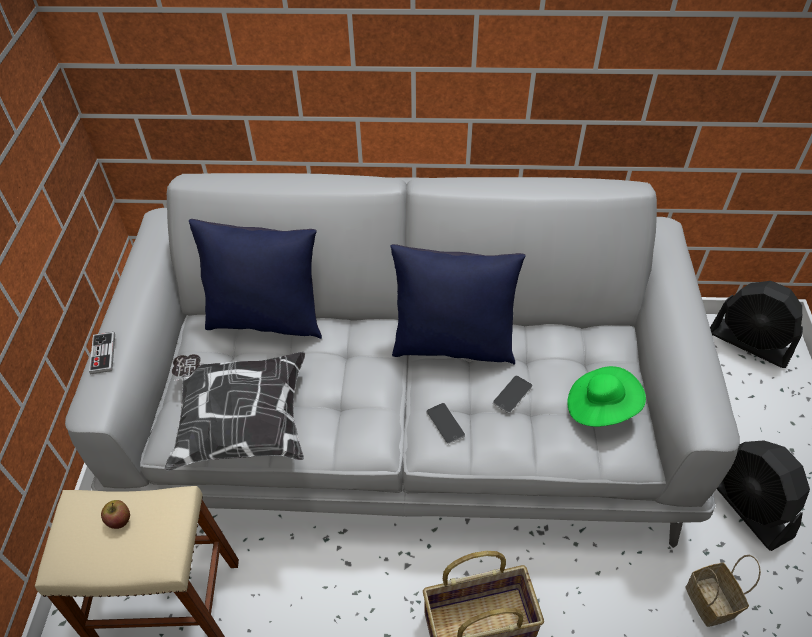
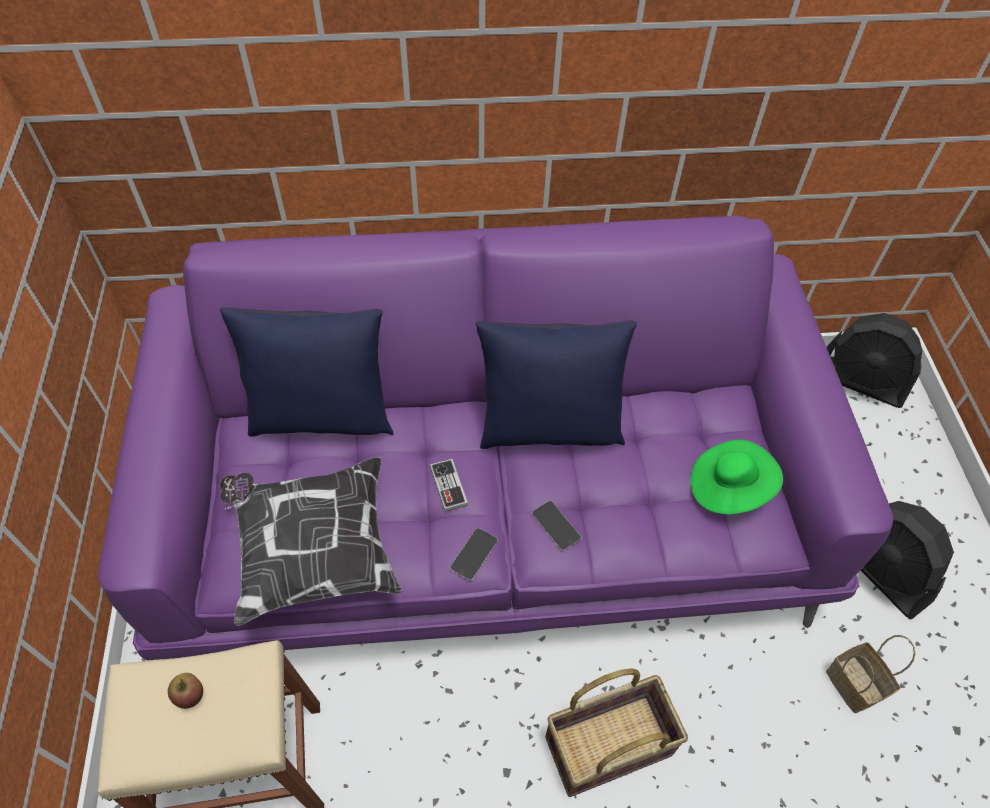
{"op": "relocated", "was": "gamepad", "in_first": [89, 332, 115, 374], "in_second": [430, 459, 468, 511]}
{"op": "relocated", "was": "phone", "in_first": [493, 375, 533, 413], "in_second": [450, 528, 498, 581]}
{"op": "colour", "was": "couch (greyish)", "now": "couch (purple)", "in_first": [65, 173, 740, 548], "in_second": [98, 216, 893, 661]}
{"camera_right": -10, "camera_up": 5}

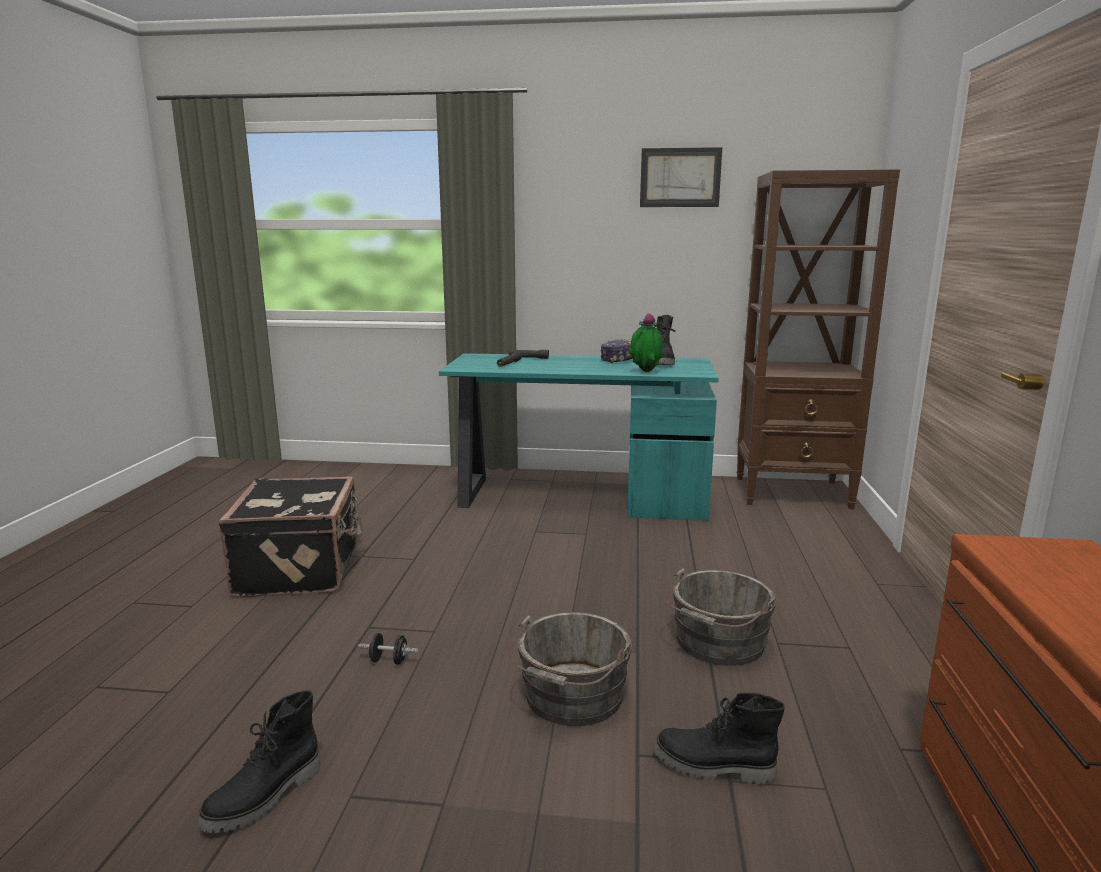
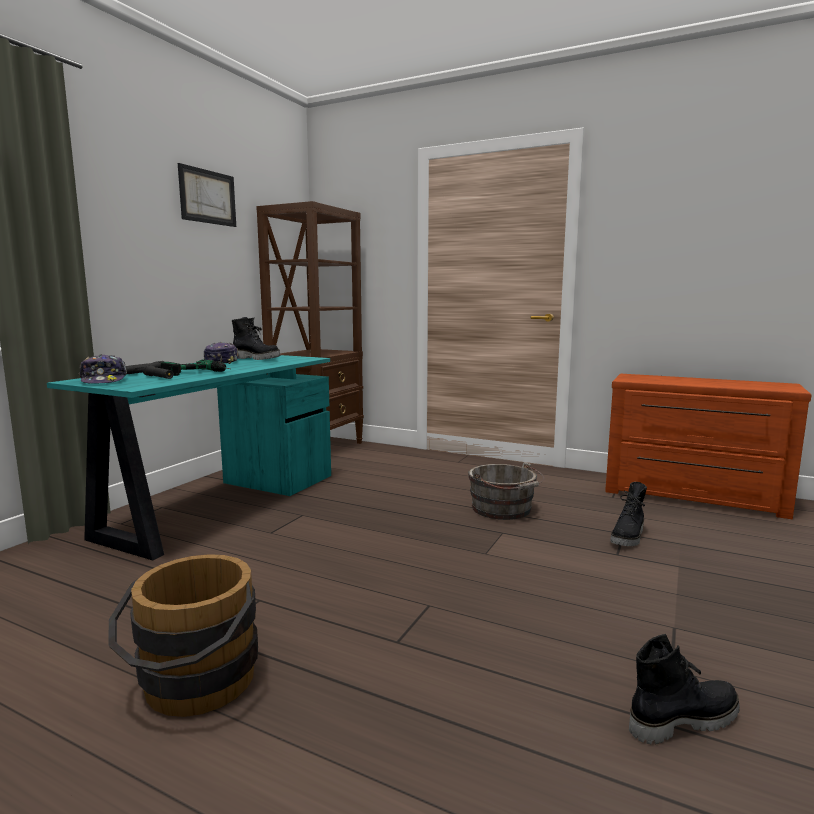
{"op": "missing", "was": "free weight (blackish)", "in_first": [358, 633, 419, 665]}
{"op": "missing", "was": "pail (greyish)", "in_first": [508, 612, 632, 726]}
{"op": "missing", "was": "houseplant", "in_first": [628, 313, 663, 372]}
{"op": "appeared", "now": "baseball cap", "in_second": [79, 354, 127, 384]}
{"op": "appeared", "now": "power drill", "in_second": [161, 359, 230, 376]}
{"op": "exchanged", "was": "suitcase (blackish)", "now": "pail (brown-coloured)", "in_first": [218, 476, 363, 597], "in_second": [108, 554, 258, 717]}
{"op": "spun", "was": "tall boot (blackish)", "in_first": [198, 690, 320, 833], "in_second": [629, 634, 740, 744], "clockwise": -75}
{"camera_right": -70, "camera_up": -5}

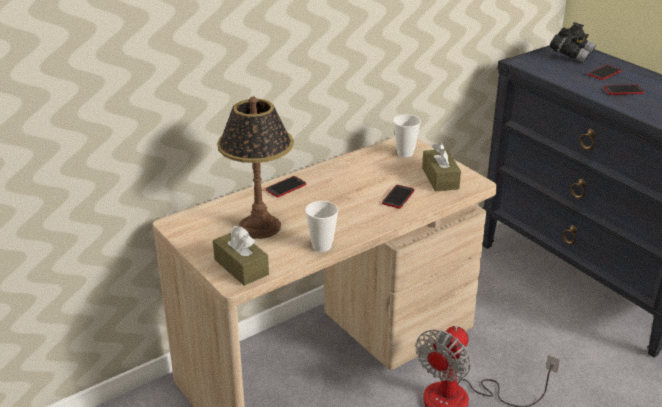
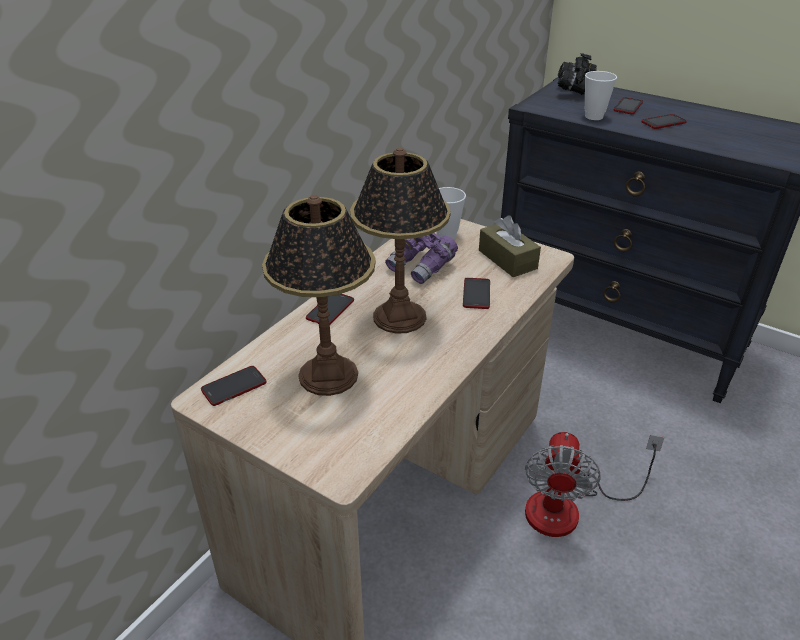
{"op": "missing", "was": "tissue holder (brown-coloured)", "in_first": [213, 226, 269, 286]}
{"op": "appeared", "now": "phone", "in_second": [201, 366, 267, 406]}
{"op": "appeared", "now": "tabletop lamp", "in_second": [350, 148, 451, 334]}
{"op": "appeared", "now": "pair of binoculars (purple)", "in_second": [385, 233, 458, 284]}
{"op": "relocated", "was": "small cup", "in_first": [305, 201, 339, 252], "in_second": [585, 71, 617, 120]}
{"camera_right": -20, "camera_up": 5}

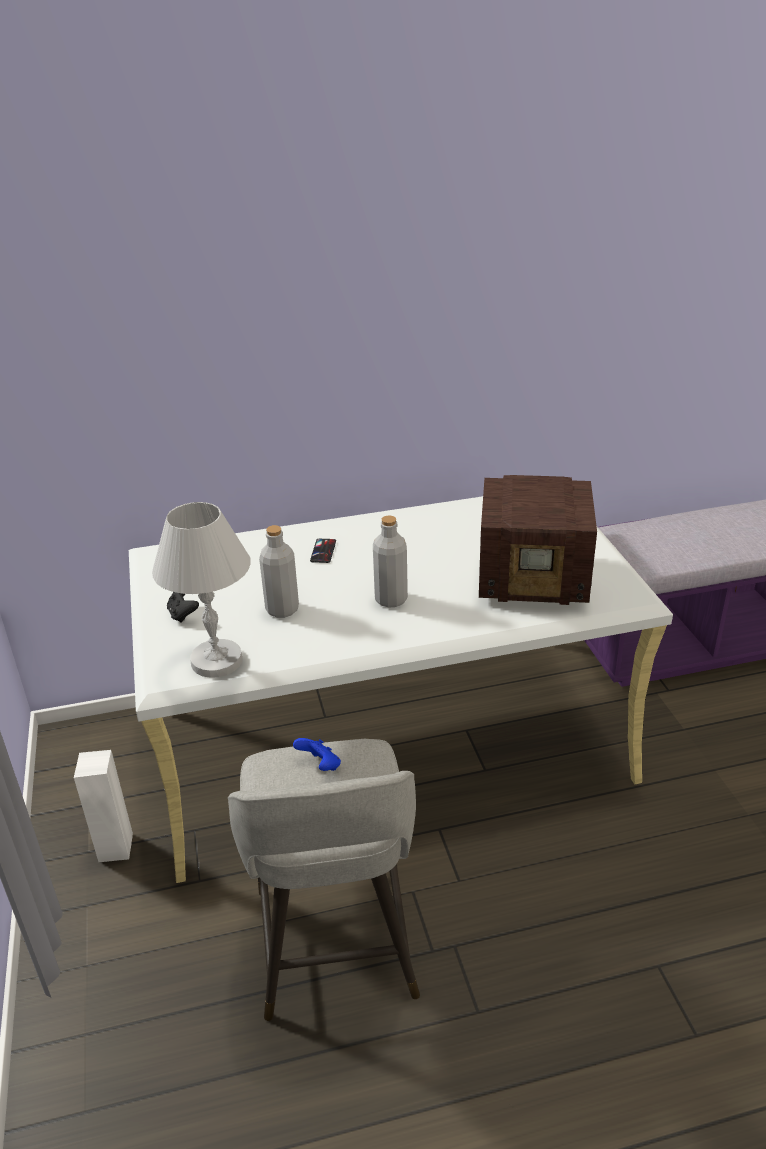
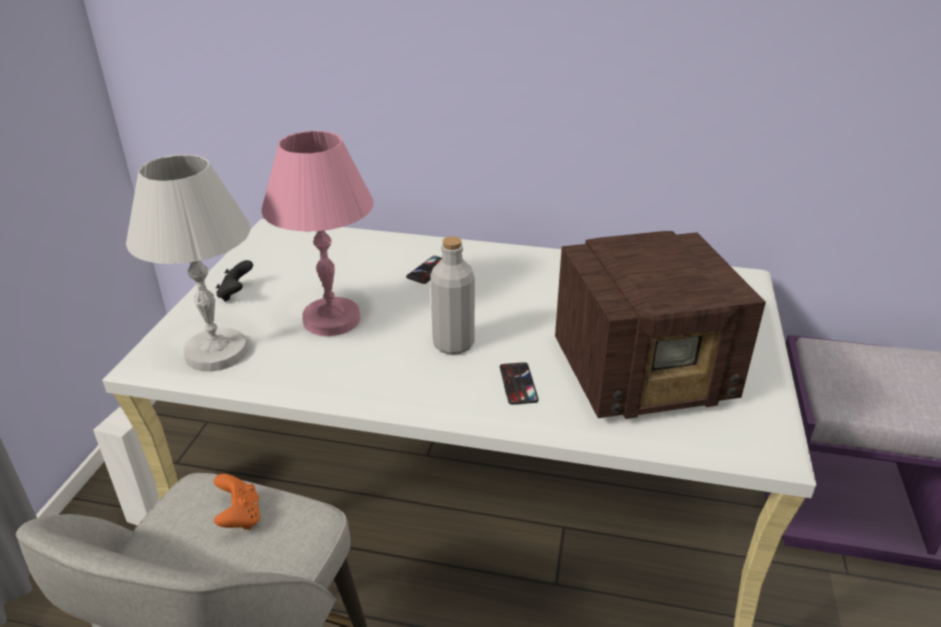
{"op": "appeared", "now": "phone", "in_second": [500, 362, 539, 405]}
{"op": "exchanged", "was": "drink bottle (greyish)", "now": "tabletop lamp (pink)", "in_first": [259, 525, 299, 618], "in_second": [261, 131, 374, 336]}
{"op": "colour", "was": "gamepad (blue-coloured)", "now": "gamepad (orangey)", "in_first": [293, 738, 341, 771], "in_second": [214, 474, 260, 530]}
{"op": "spun", "was": "radio", "in_first": [479, 475, 597, 605], "in_second": [555, 231, 766, 419], "clockwise": -45}
{"camera_right": 25, "camera_up": 0}

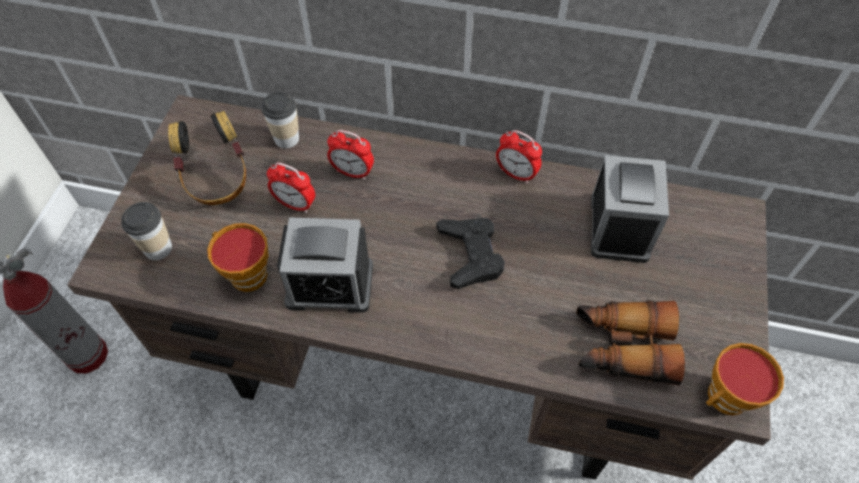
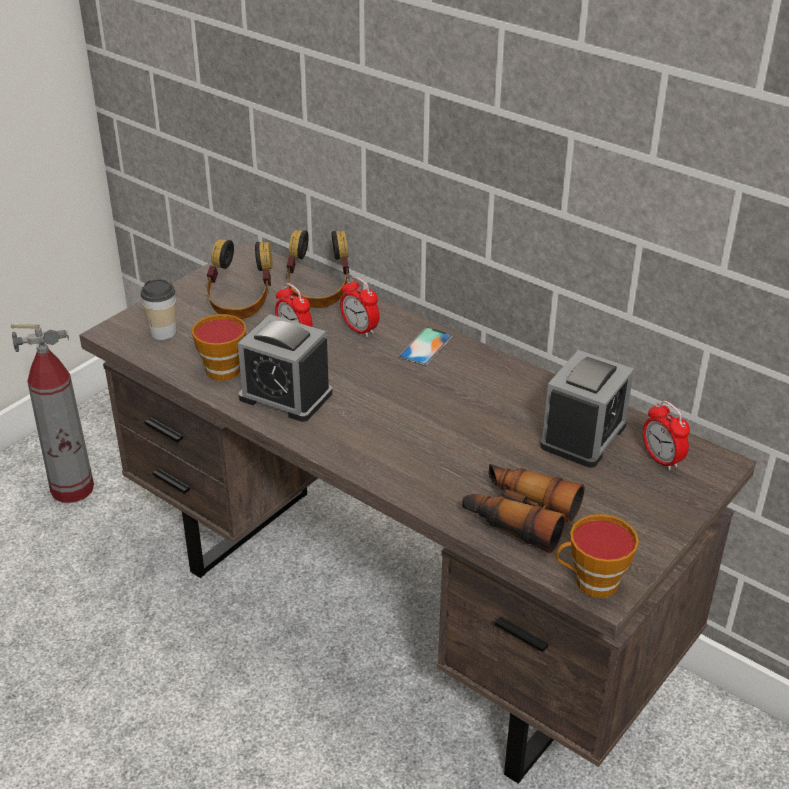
{"op": "missing", "was": "gamepad (blackish)", "in_first": [436, 218, 505, 289]}
{"op": "appeared", "now": "phone", "in_second": [399, 327, 453, 365]}
{"op": "relocated", "was": "bedside clock", "in_first": [496, 130, 542, 183], "in_second": [643, 401, 690, 471]}
{"op": "exchanged", "was": "small cup", "now": "headset", "in_first": [261, 92, 299, 148], "in_second": [286, 230, 349, 308]}
{"camera_right": 25, "camera_up": -20}

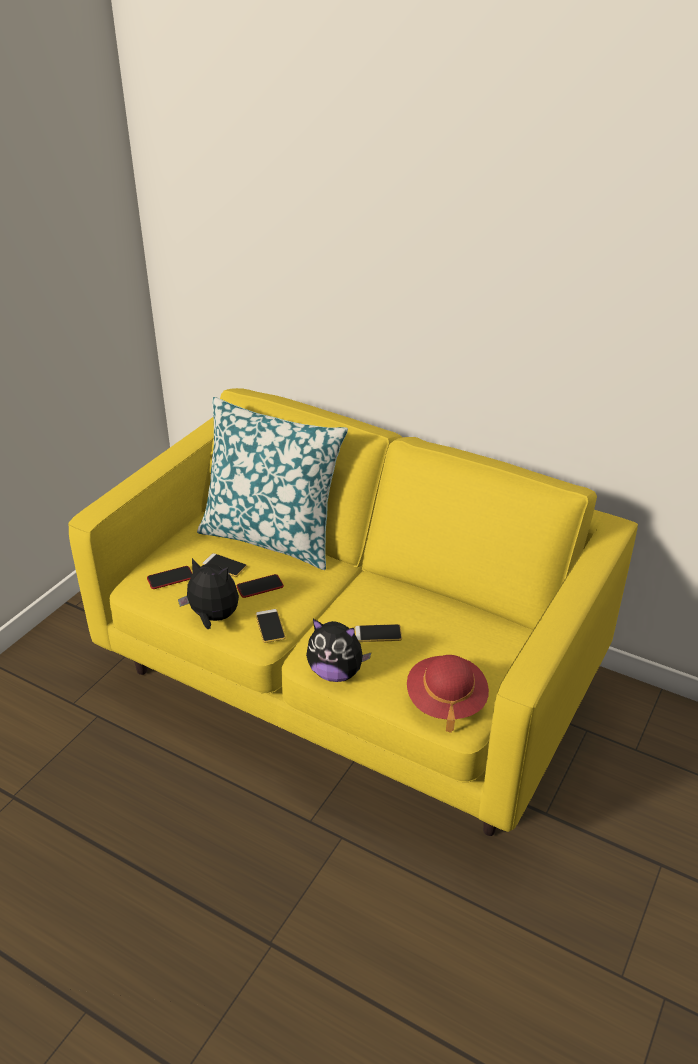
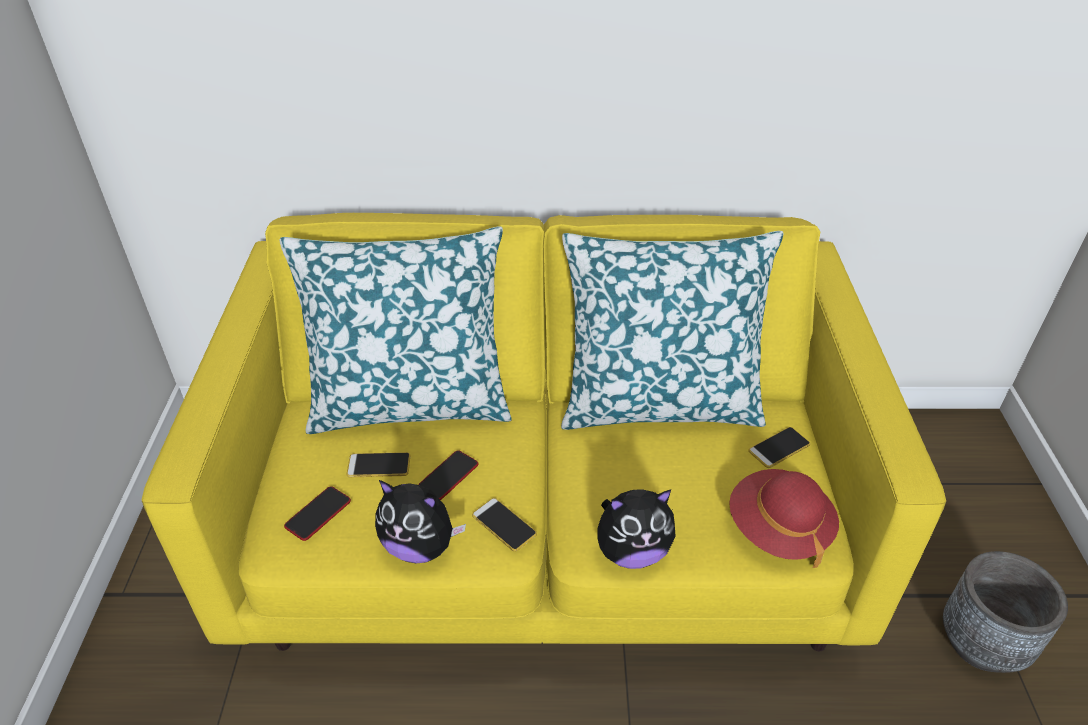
{"op": "appeared", "now": "cushion", "in_second": [561, 231, 784, 430]}
{"op": "appeared", "now": "flower pot (greyish)", "in_second": [943, 551, 1068, 673]}
{"op": "relocated", "was": "phone", "in_first": [354, 624, 402, 642], "in_second": [748, 427, 810, 468]}
{"op": "spun", "was": "soft toy", "in_first": [178, 558, 239, 629], "in_second": [375, 480, 466, 563], "clockwise": -150}
{"camera_right": -30, "camera_up": 5}

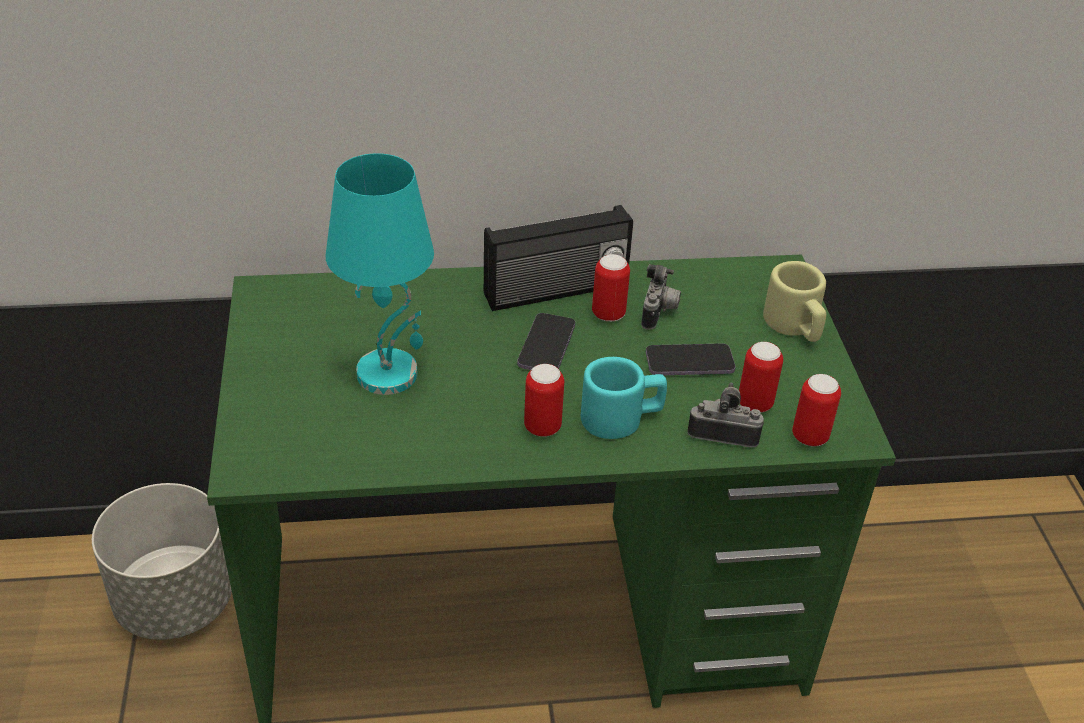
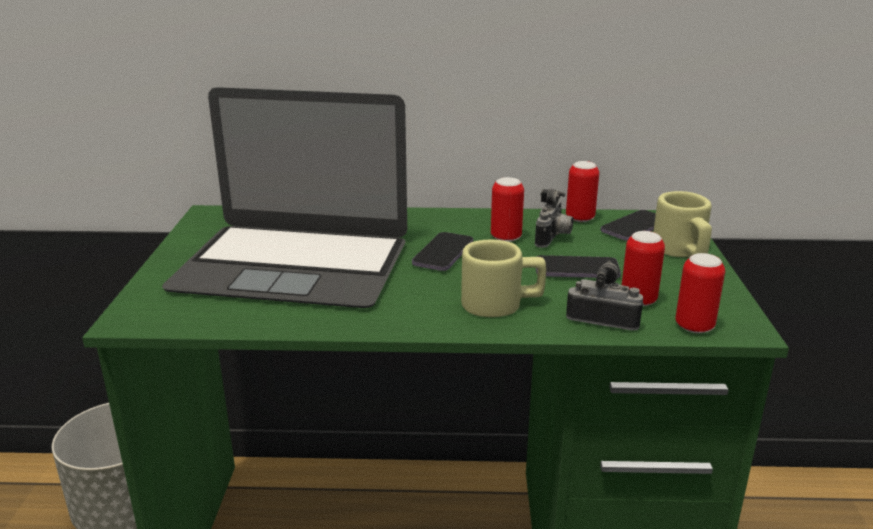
{"op": "missing", "was": "radio", "in_first": [484, 205, 633, 311]}
{"op": "appeared", "now": "phone", "in_second": [601, 210, 656, 241]}
{"op": "relocated", "was": "sealed can", "in_first": [524, 364, 564, 437], "in_second": [566, 161, 599, 222]}
{"op": "exchanged", "was": "tabletop lamp (blue-green)", "now": "portable computer", "in_first": [326, 153, 434, 395], "in_second": [162, 87, 407, 308]}
{"op": "colour", "was": "mug (blue-green)", "now": "mug (beige)", "in_first": [581, 357, 667, 439], "in_second": [461, 240, 546, 317]}
{"camera_right": 10, "camera_up": -15}

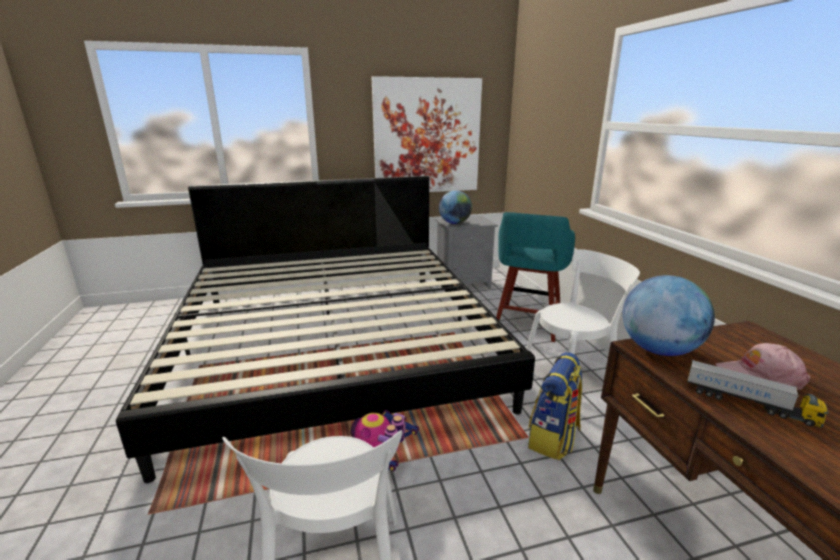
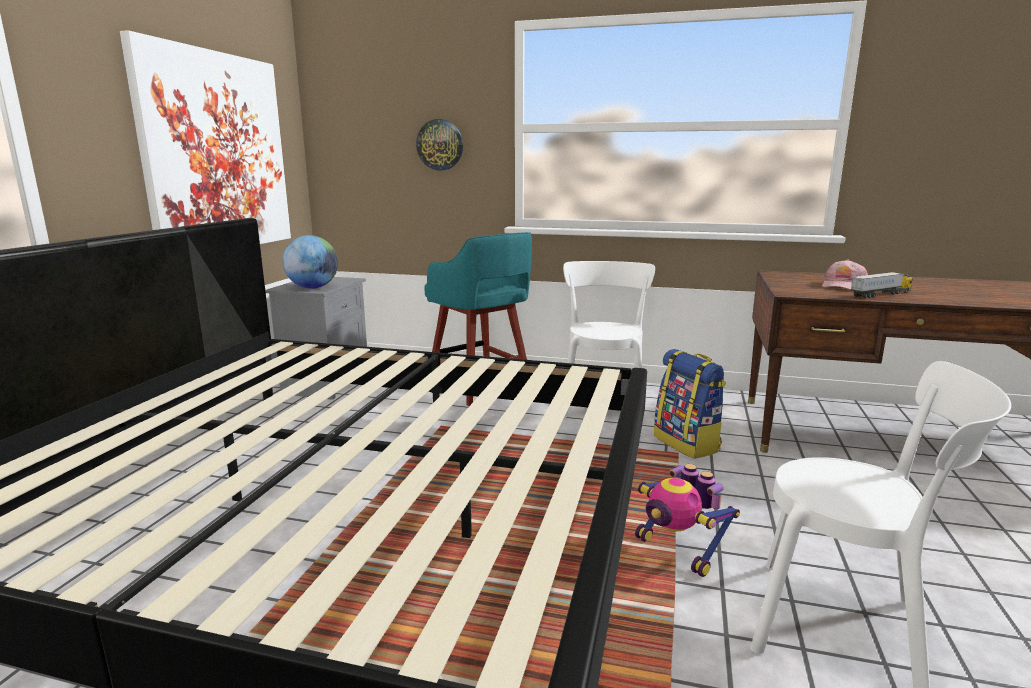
{"op": "missing", "was": "world globe", "in_first": [622, 275, 715, 356]}
{"op": "appeared", "now": "wall clock", "in_second": [416, 119, 463, 170]}
{"camera_right": -60, "camera_up": -5}

